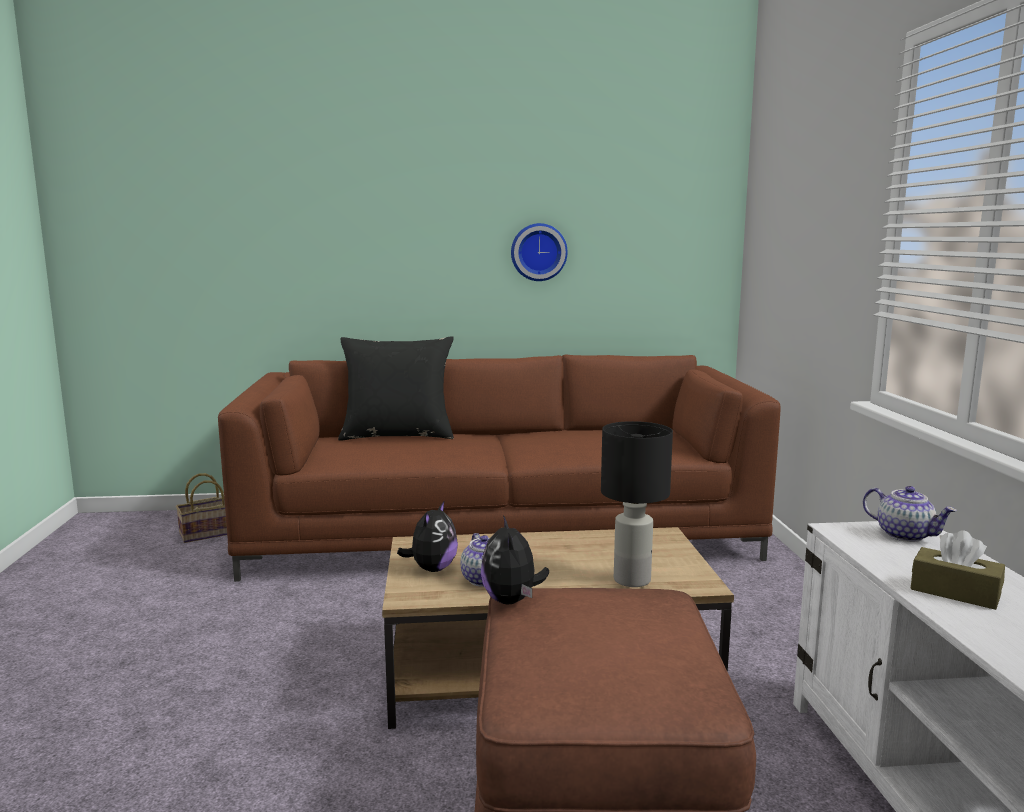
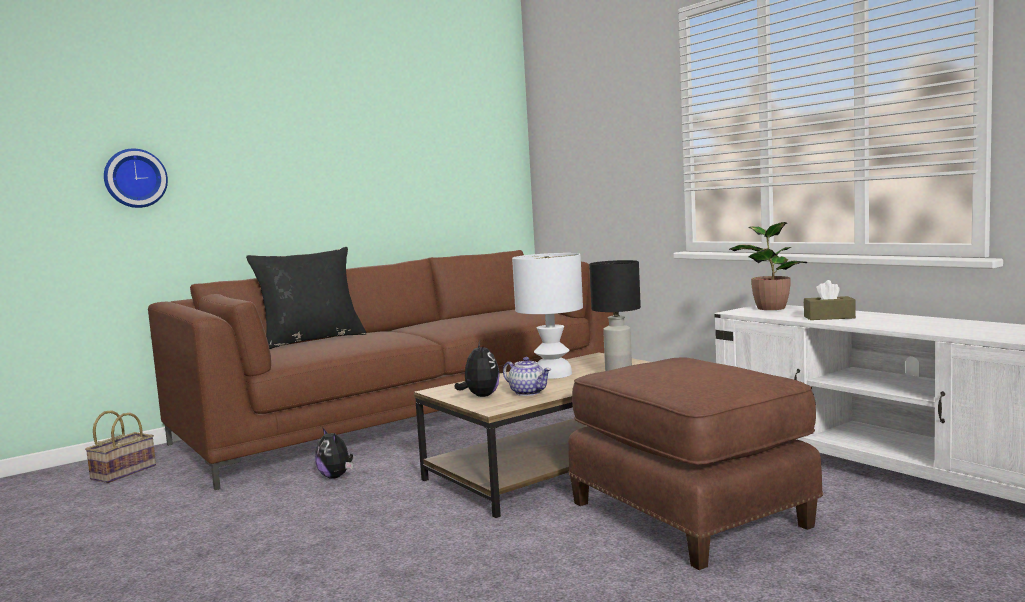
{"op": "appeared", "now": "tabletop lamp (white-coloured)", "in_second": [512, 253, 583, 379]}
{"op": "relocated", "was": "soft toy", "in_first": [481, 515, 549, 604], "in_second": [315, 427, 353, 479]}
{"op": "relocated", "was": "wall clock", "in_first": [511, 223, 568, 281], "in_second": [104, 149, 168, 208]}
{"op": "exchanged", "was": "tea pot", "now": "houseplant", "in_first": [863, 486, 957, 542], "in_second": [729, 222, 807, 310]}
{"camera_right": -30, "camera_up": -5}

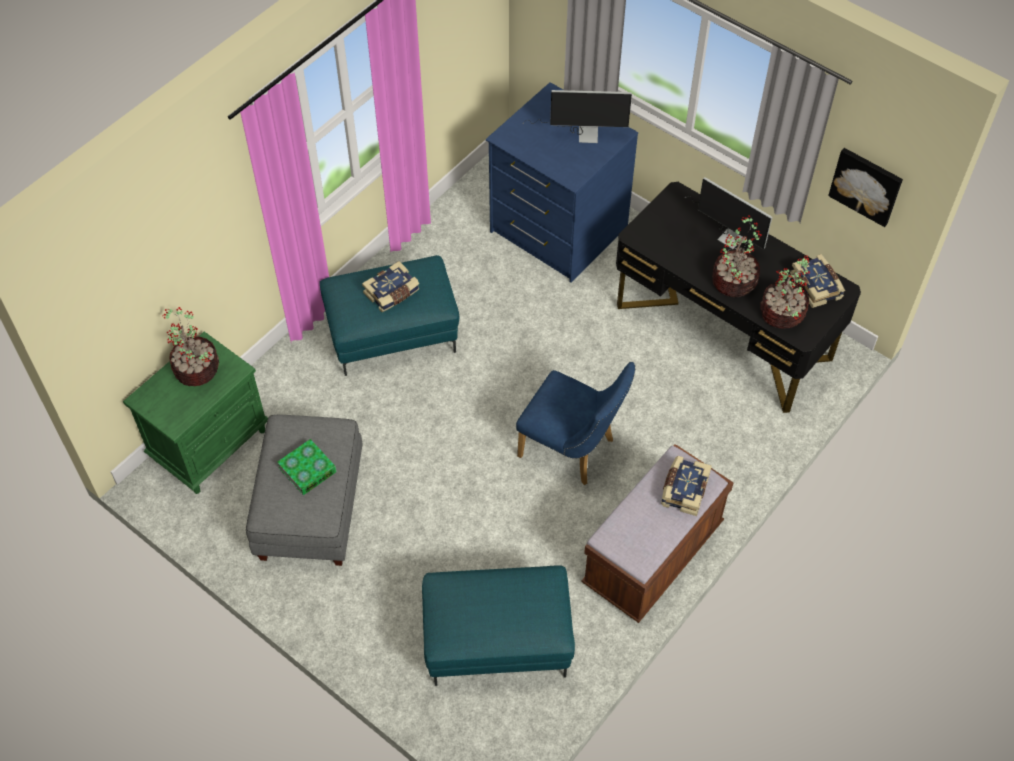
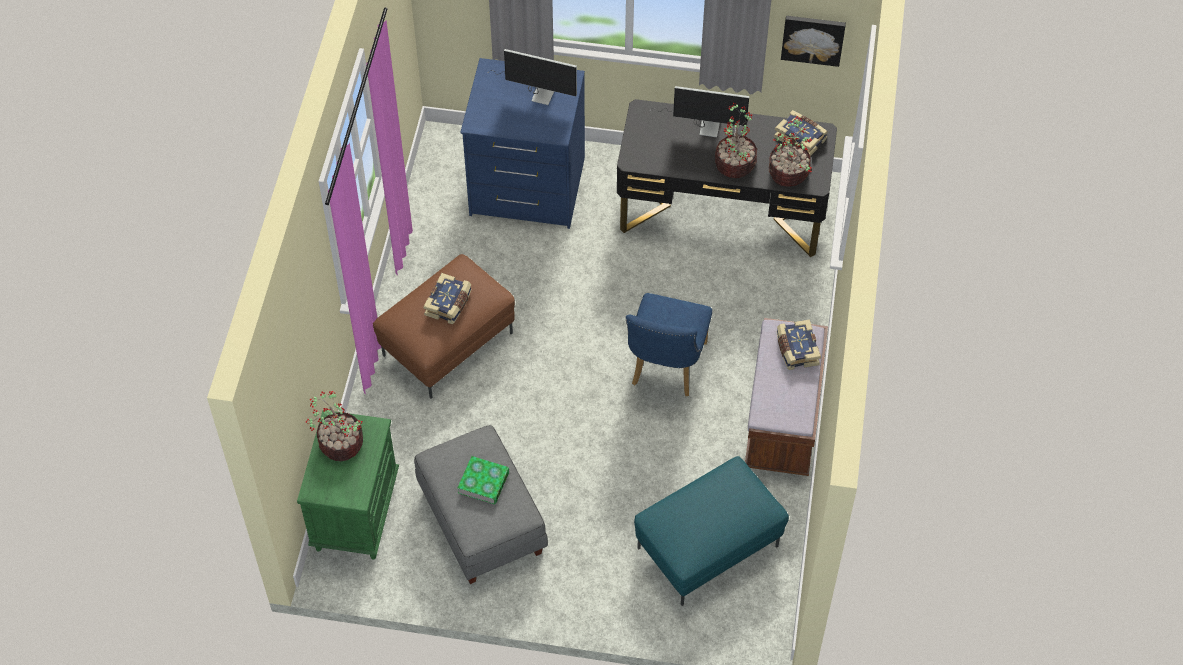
{"op": "colour", "was": "pouffe (blue-green)", "now": "pouffe (brown-coloured)", "in_first": [320, 255, 460, 376], "in_second": [373, 254, 515, 399]}
{"op": "spun", "was": "plain chair (blue-coloured)", "in_first": [516, 362, 635, 485], "in_second": [626, 293, 712, 396], "clockwise": 105}
{"op": "spun", "was": "computer screen", "in_first": [523, 90, 632, 143], "in_second": [487, 49, 577, 105], "clockwise": 45}
{"camera_right": -30, "camera_up": 0}

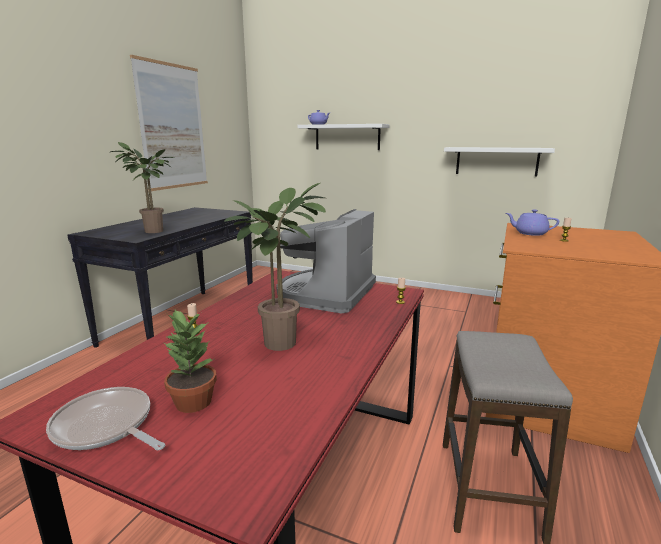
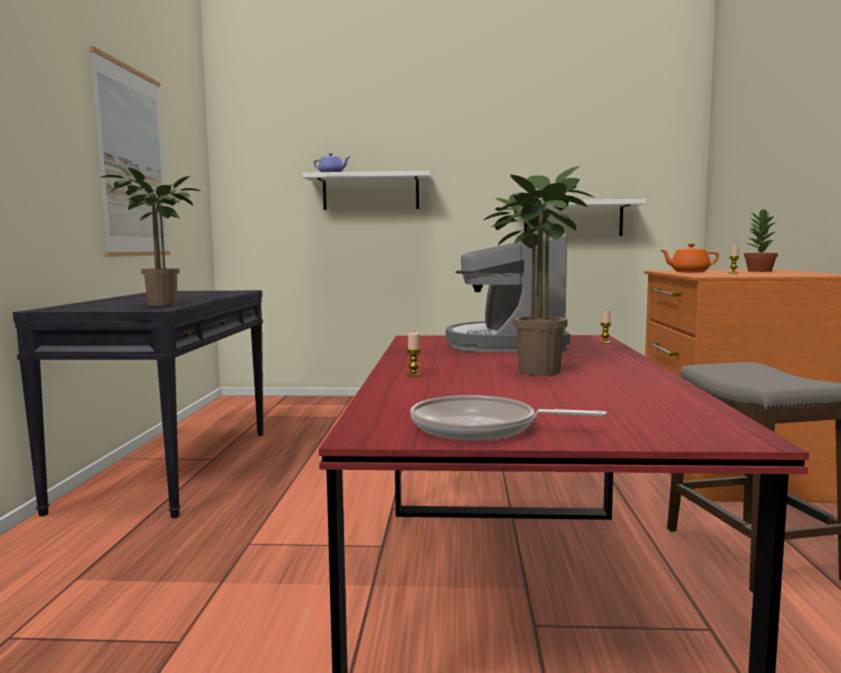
{"op": "relocated", "was": "houseplant", "in_first": [164, 309, 217, 413], "in_second": [744, 209, 778, 272]}
{"op": "colour", "was": "tea pot (purple)", "now": "tea pot (orangey)", "in_first": [506, 209, 559, 236], "in_second": [660, 243, 719, 273]}
{"camera_right": -20, "camera_up": -10}

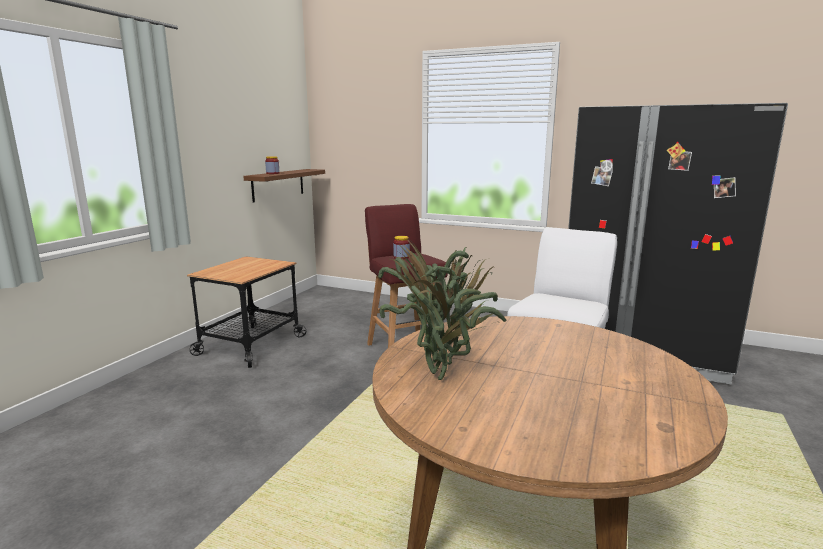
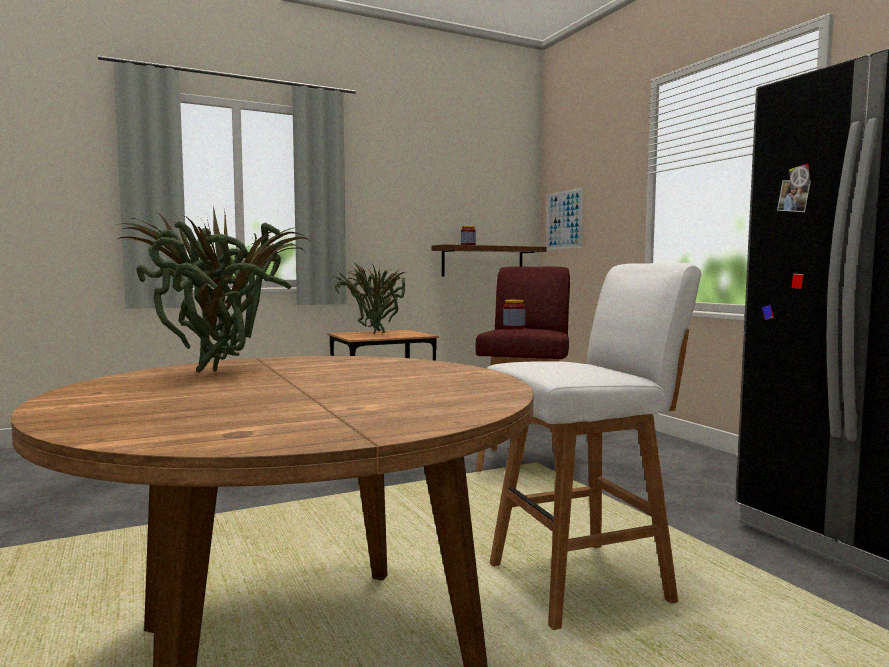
{"op": "appeared", "now": "houseplant", "in_second": [332, 264, 406, 334]}
{"op": "appeared", "now": "wall art", "in_second": [546, 188, 583, 250]}
{"camera_right": 40, "camera_up": -10}

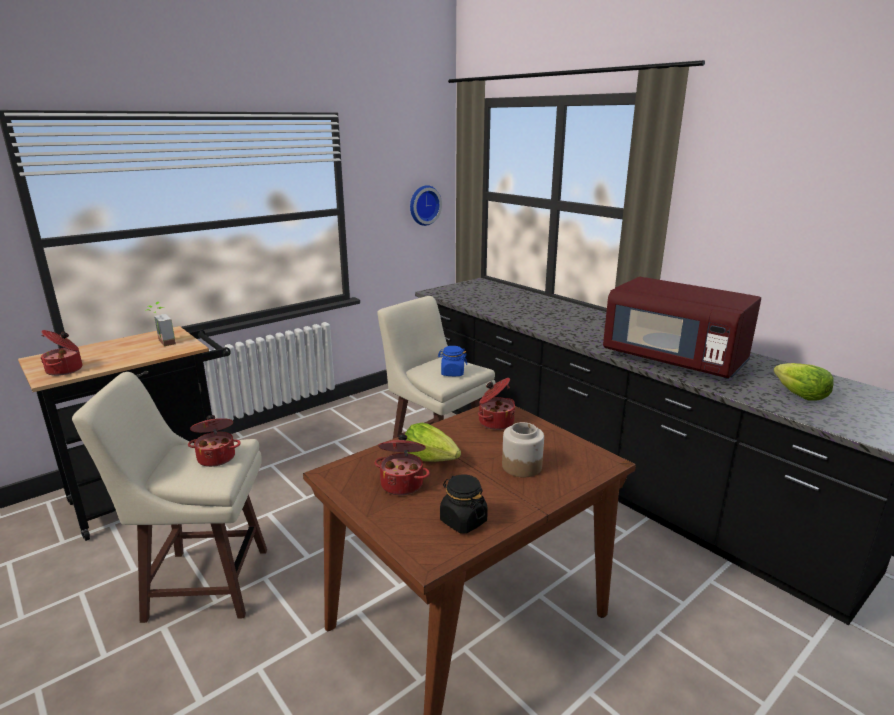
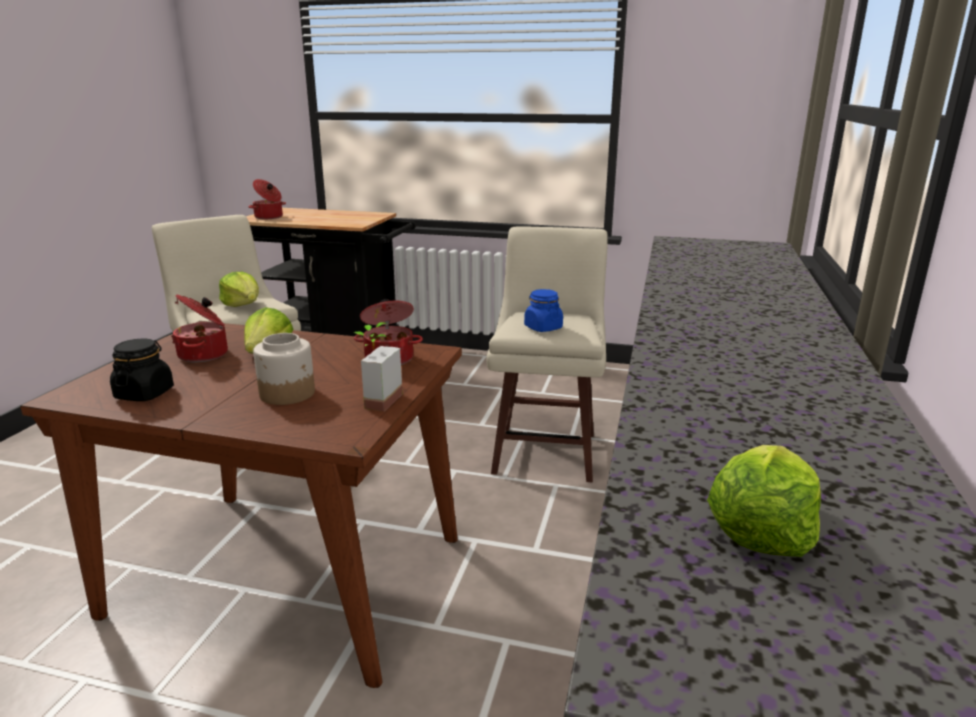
{"op": "missing", "was": "wall clock", "in_first": [410, 185, 442, 226]}
{"op": "missing", "was": "microwave (red)", "in_first": [603, 277, 761, 379]}
{"op": "relocated", "was": "houseplant", "in_first": [145, 302, 176, 346], "in_second": [354, 322, 402, 412]}
{"op": "exchanged", "was": "stockpot", "now": "lettuce head", "in_first": [188, 415, 241, 467], "in_second": [219, 272, 259, 307]}
{"camera_right": 55, "camera_up": 0}

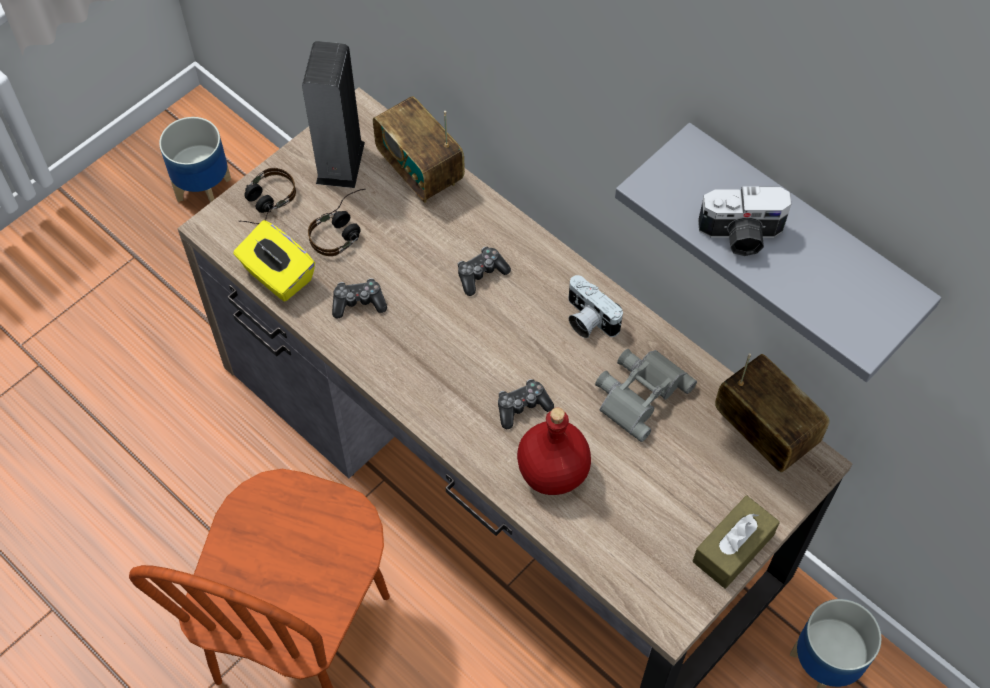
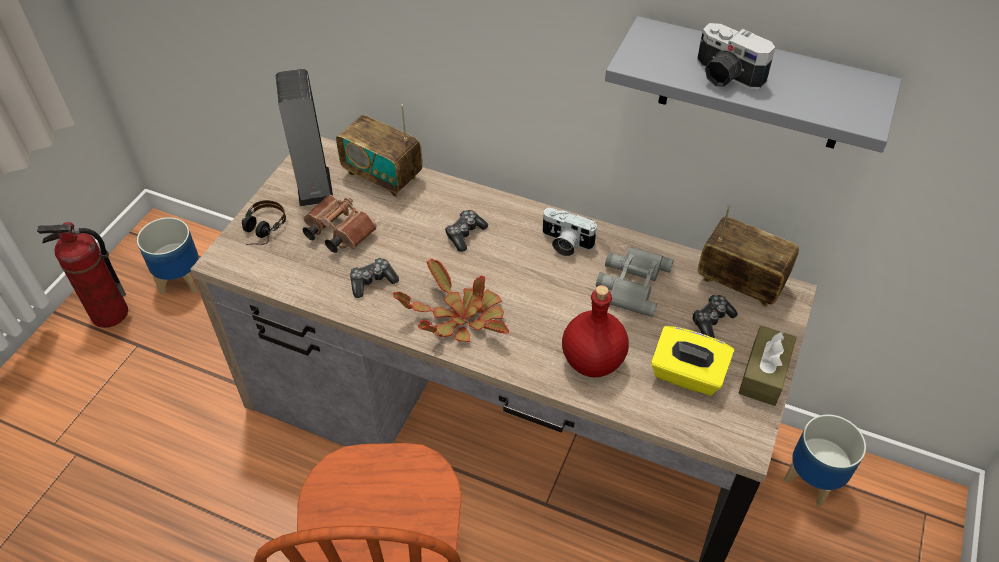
{"op": "appeared", "now": "fire extinguisher", "in_second": [37, 222, 128, 328]}
{"op": "appeared", "now": "houseplant", "in_second": [393, 259, 509, 342]}
{"op": "relocated", "was": "tissue holder (yellow-coloured)", "in_first": [233, 220, 315, 301], "in_second": [651, 326, 734, 396]}
{"op": "relocated", "was": "gamepad", "in_first": [498, 379, 554, 429], "in_second": [692, 295, 738, 338]}
{"op": "exchanged", "was": "headset", "now": "pair of binoculars (brown-coloured)", "in_first": [308, 189, 365, 256], "in_second": [303, 195, 376, 253]}
{"op": "spun", "was": "still camera", "in_first": [698, 186, 791, 256], "in_second": [697, 23, 776, 89], "clockwise": 60}
{"camera_right": -20, "camera_up": -10}

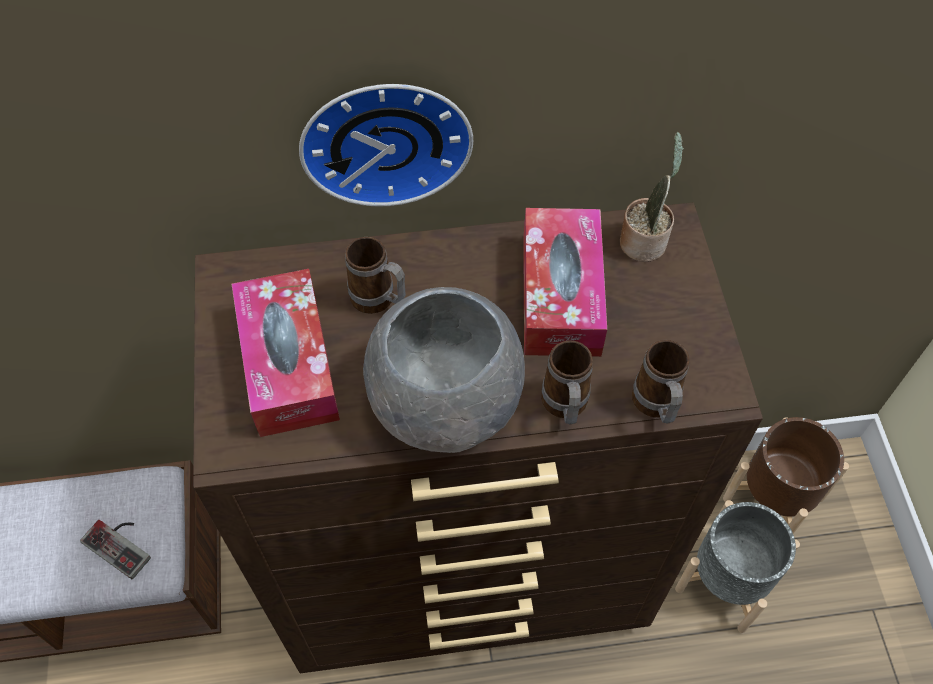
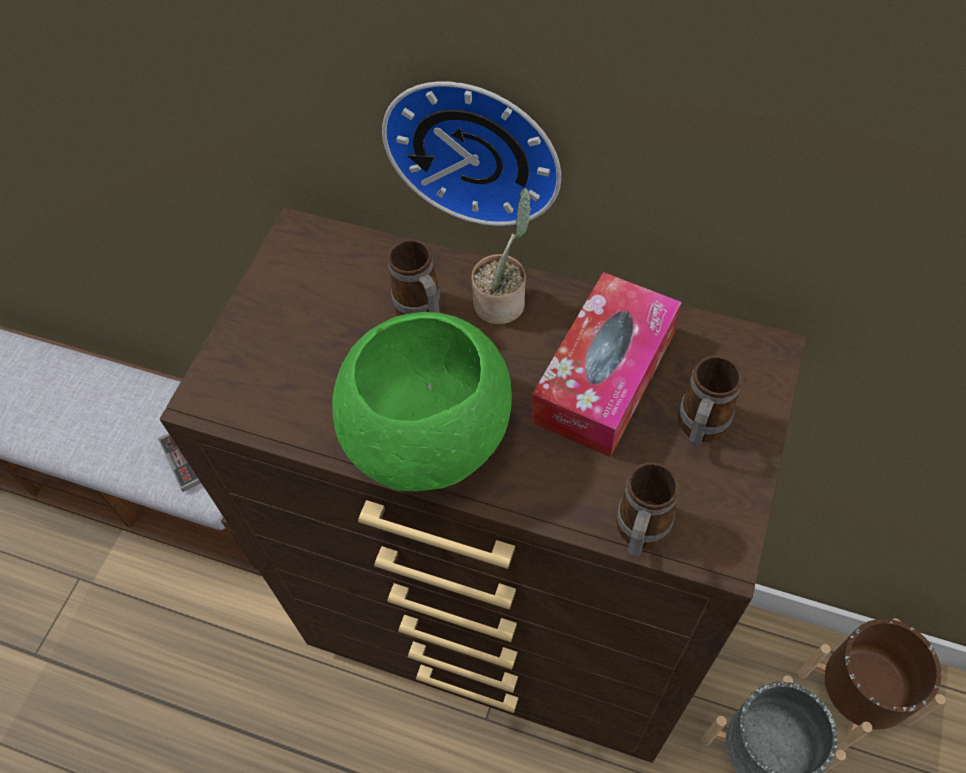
{"op": "missing", "was": "tissue holder", "in_first": [232, 269, 340, 437]}
{"op": "relocated", "was": "mug", "in_first": [541, 340, 593, 425], "in_second": [678, 356, 742, 446]}
{"op": "relocated", "was": "houseplant", "in_first": [620, 132, 684, 262], "in_second": [471, 188, 531, 325]}
{"op": "colour", "was": "serving bowl (greyish)", "now": "serving bowl (green)", "in_first": [363, 287, 525, 453], "in_second": [332, 312, 512, 491]}
{"camera_right": 30, "camera_up": 0}

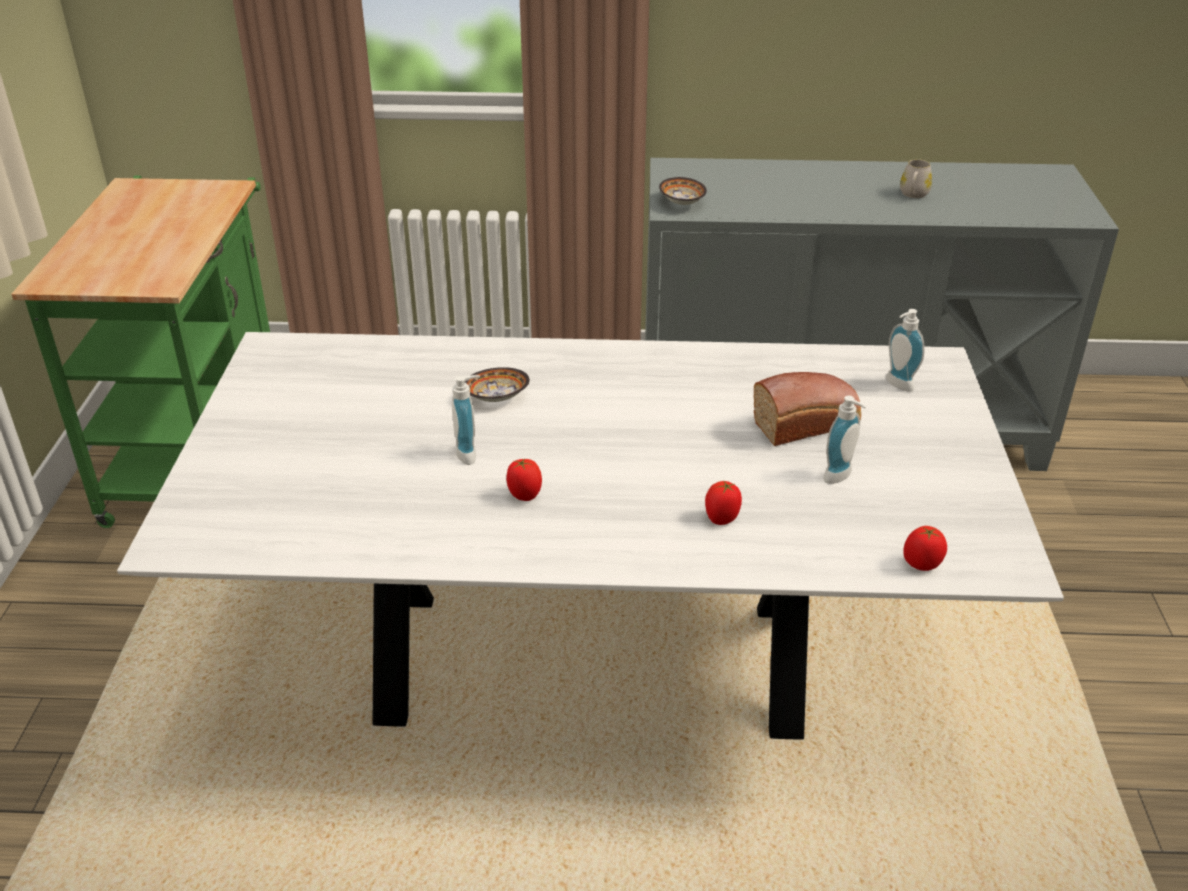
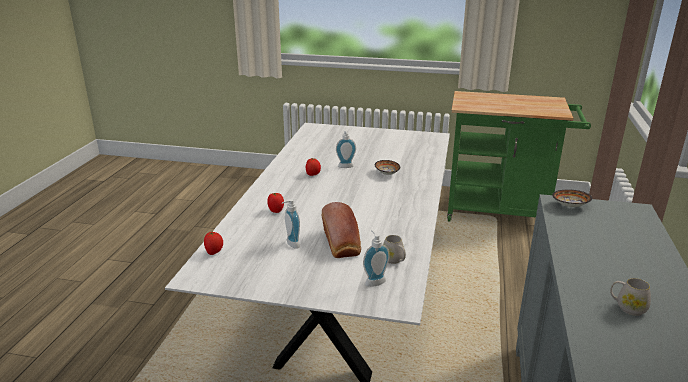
{"op": "appeared", "now": "mug (white-coloured)", "in_second": [383, 235, 406, 264]}
{"camera_right": 100, "camera_up": -10}

